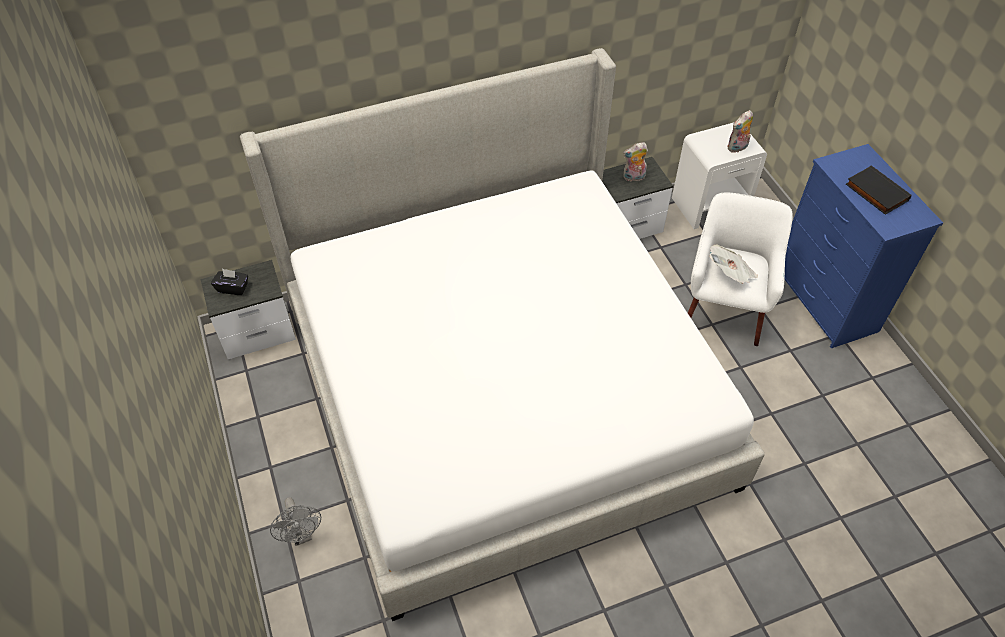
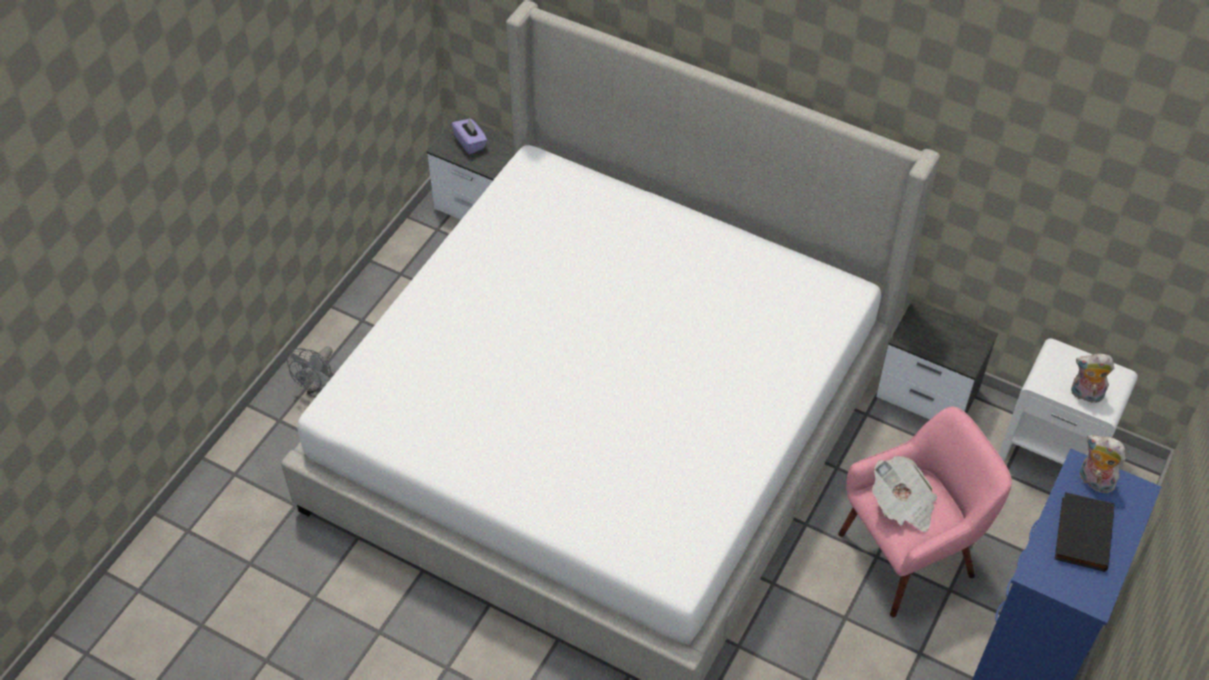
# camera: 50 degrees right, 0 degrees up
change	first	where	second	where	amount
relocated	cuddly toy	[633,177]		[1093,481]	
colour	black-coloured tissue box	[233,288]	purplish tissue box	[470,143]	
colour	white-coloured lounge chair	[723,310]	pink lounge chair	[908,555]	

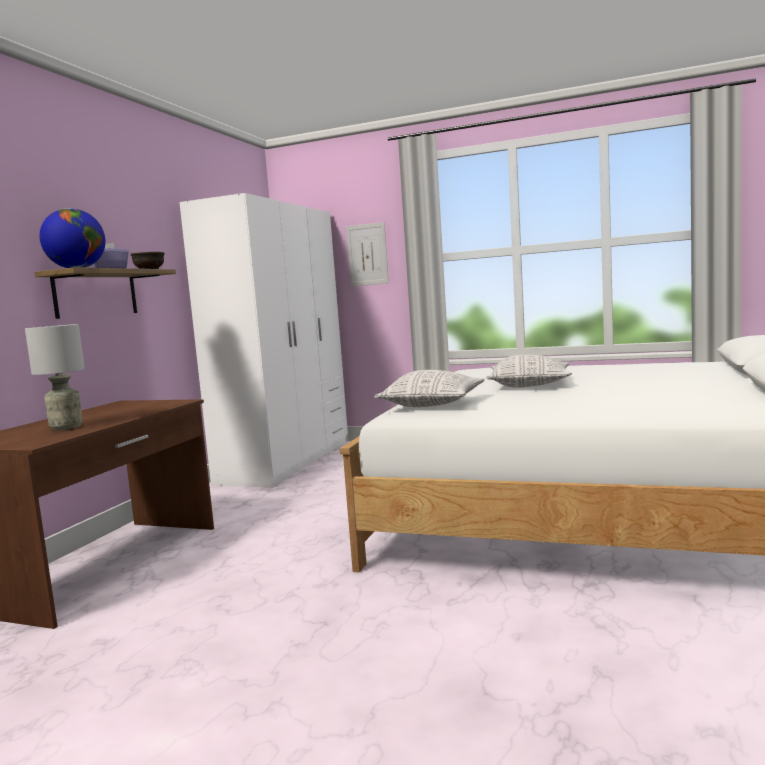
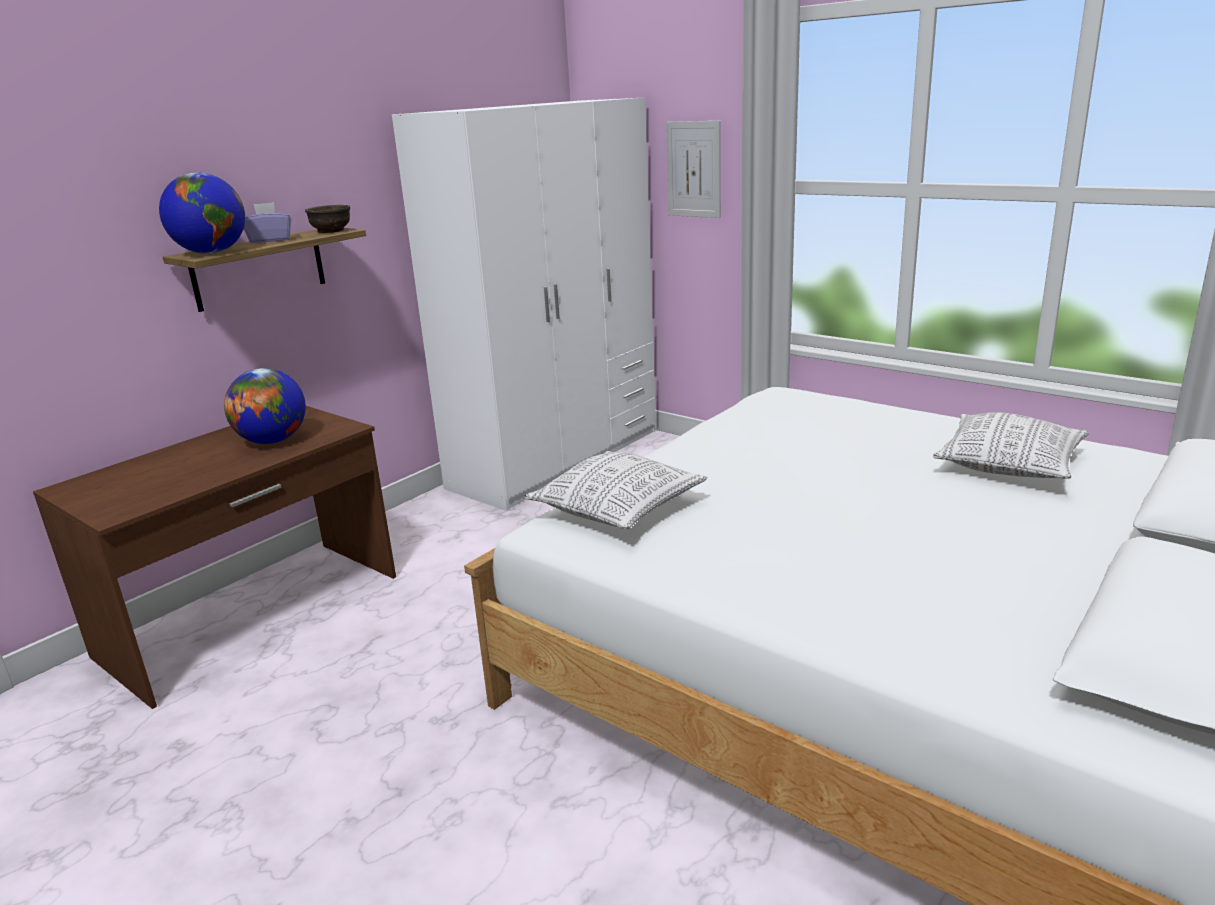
# camera: 20 degrees right, 15 degrees up
change	first	where	second	where	amount
missing	gray lamp for a table	[66,428]			
appeared			desk globe	[273,441]	
relocated	throw pillow	[529,385]		[1008,465]	

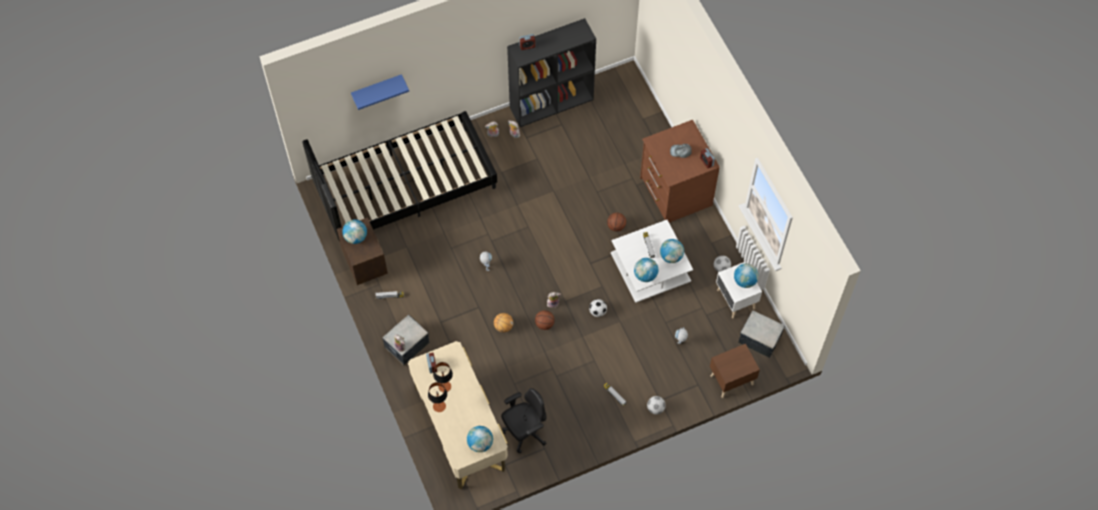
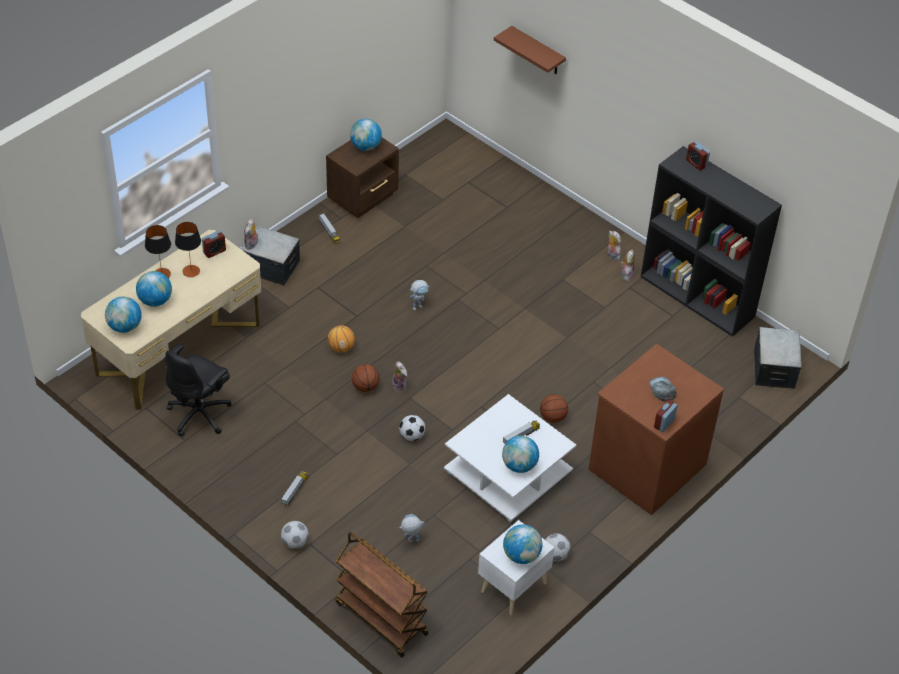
# camera: 65 degrees right, 15 degrees down
change	first	where	second	where	amount
missing	black-coloured bedroom bed	[405,186]			
relocated	desk globe	[645,275]		[155,301]	
relocated	storage container	[759,339]		[774,369]	
exchanged	brown-coloured bedside table	[730,380]	brown-coloured wheeled cart	[380,618]	
colour	bluish shelf	[377,88]	brown-coloured shelf	[537,51]	
spun	black-coloured computer chair	[525,432]		[200,414]	90 degrees clockwise

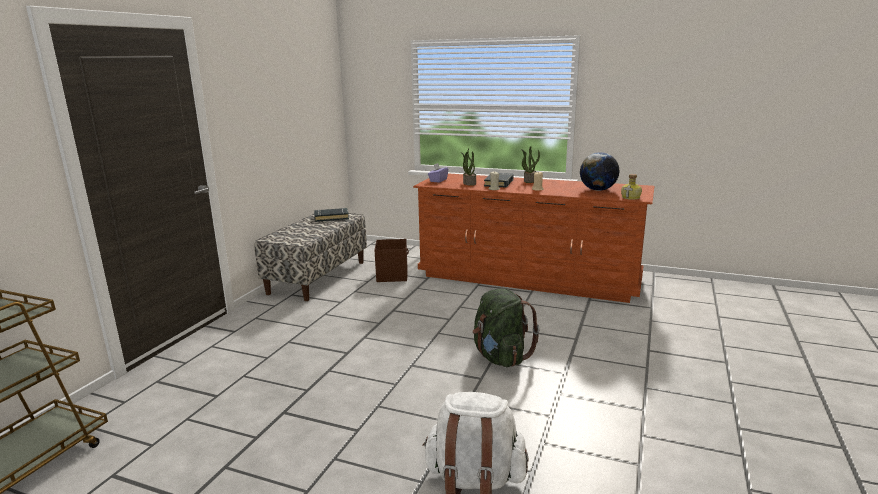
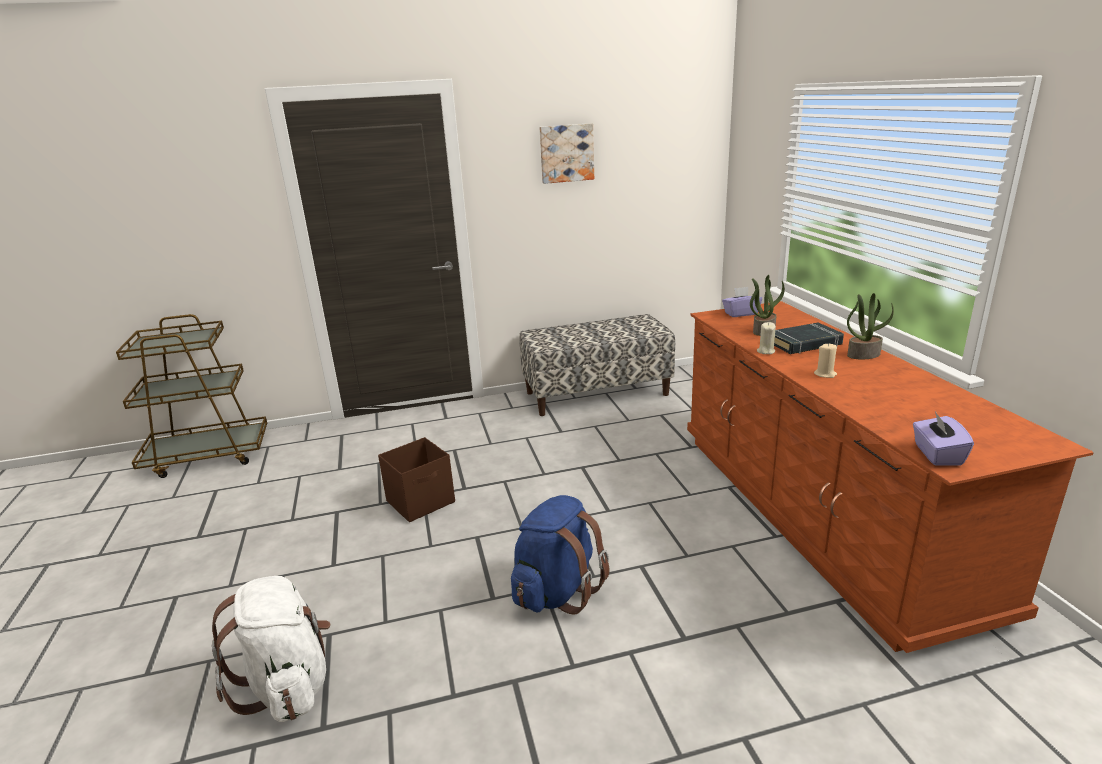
# camera: 55 degrees right, 5 degrees up
change	first	where	second	where	amount
missing	black-coloured book	[331,217]			
missing	desk globe	[598,190]			
appeared			wall art	[566,153]	
relocated	brown-coloured storage container	[392,275]		[421,502]	
exchanged	drink bottle	[631,198]	purplish tissue box	[937,454]	
colour	green-coloured knapsack	[500,357]	bluish knapsack	[557,591]	

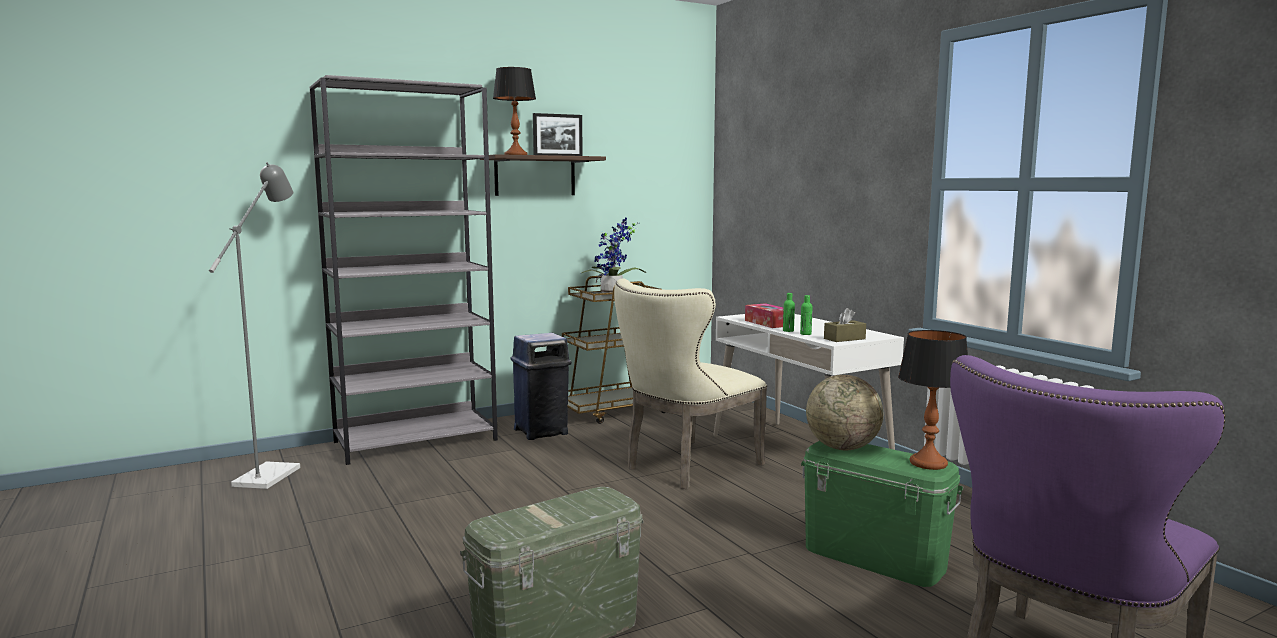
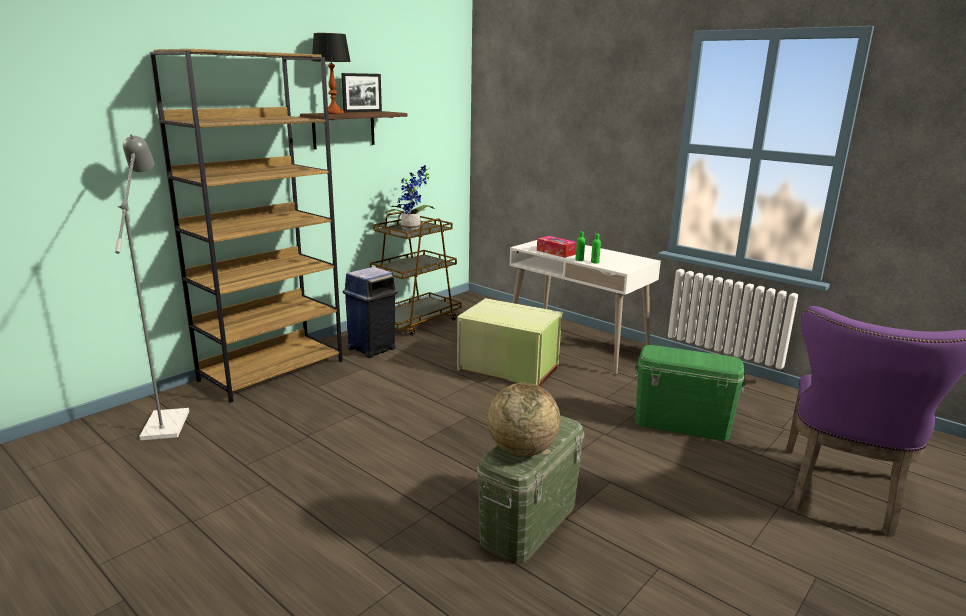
# camera: 20 degrees left, 10 degrees up
change	first	where	second	where	amount
missing	brown-coloured tissue box	[844,339]			
missing	lamp for a table	[929,463]			
relocated	desk globe	[842,447]		[522,450]	
exchanged	sand-coloured chair	[686,467]	green-coloured storage container	[508,368]	
colour	gray bookcase	[416,441]	brown-coloured bookcase	[272,370]	

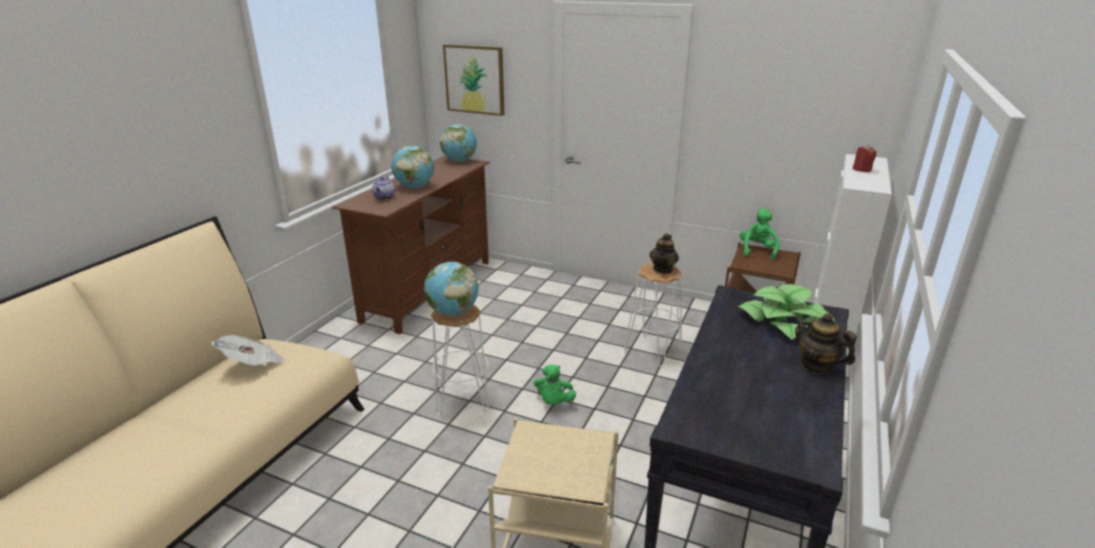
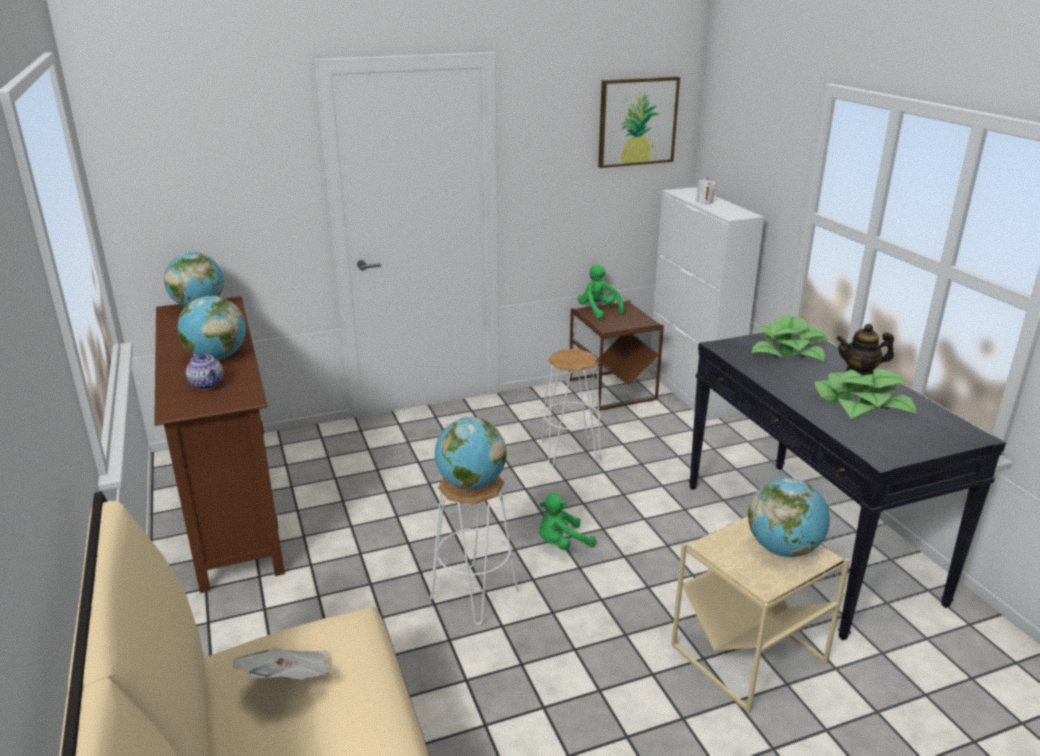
# camera: 45 degrees left, 0 degrees up
change	first	where	second	where	amount
missing	pot for tea	[663,269]			
appeared			desk globe	[783,549]	
appeared			plant in a pot	[861,404]	
relocated	wall art	[474,79]		[637,121]	
colour	red wax candle	[862,169]	white-coloured wax candle	[704,201]	
spun	green-coloured cuddly toy	[554,402]		[562,543]	105 degrees clockwise

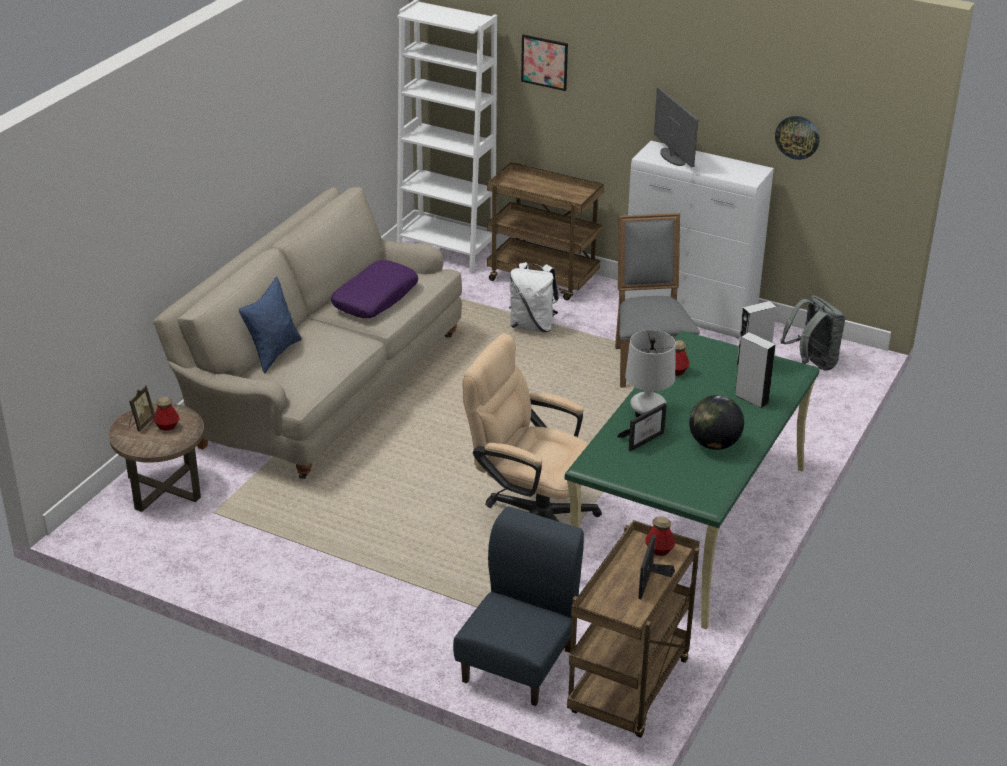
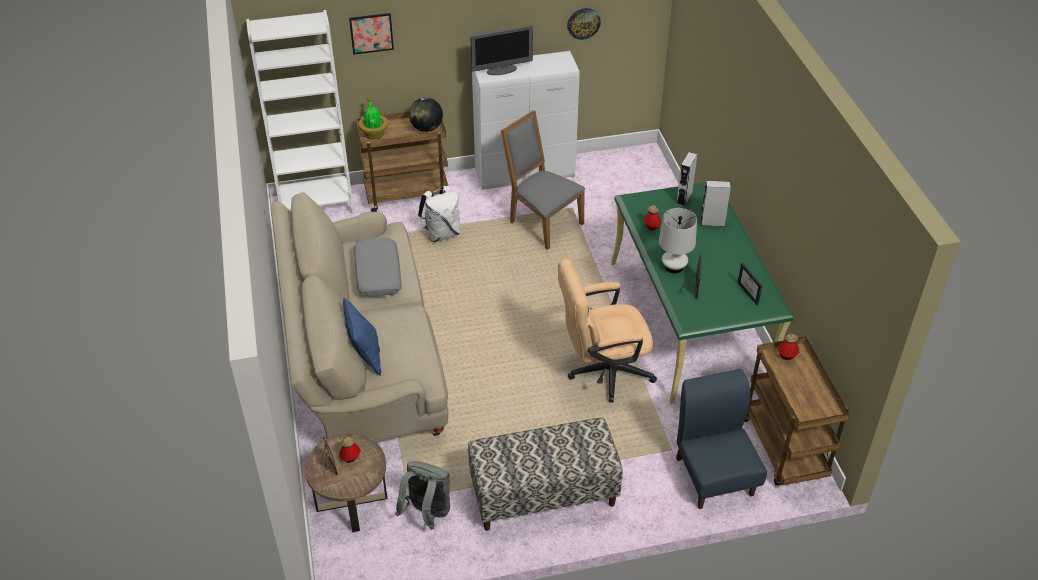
# camera: 40 degrees left, 10 degrees up
change	first	where	second	where	amount
appeared			plant in a pot	[374,133]	
appeared			long seat	[543,495]	
relocated	picture frame	[650,584]		[751,293]	
relocated	desk globe	[714,444]		[426,128]	
relocated	gray knapsack	[812,363]		[427,513]	
colour	purplish throw pillow	[375,298]	gray throw pillow	[377,273]	
spun	computer screen	[672,157]		[502,70]	135 degrees clockwise

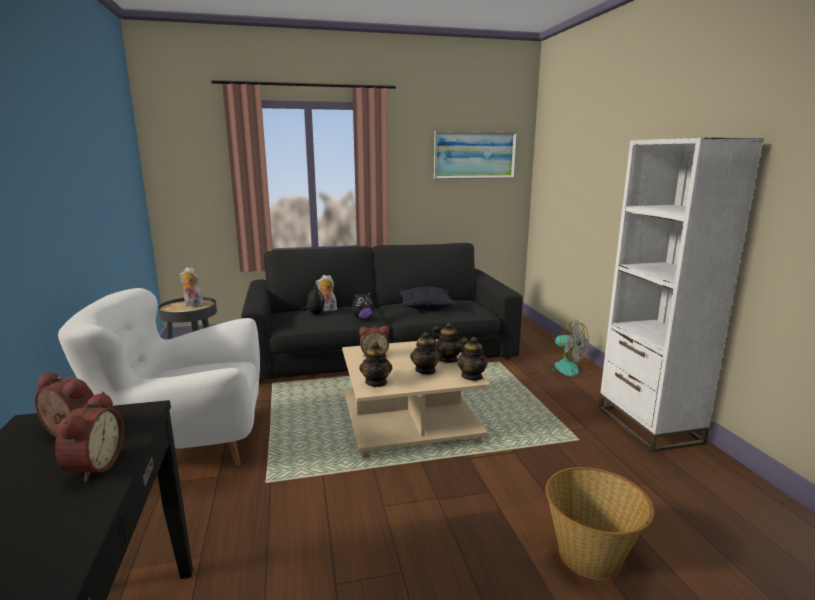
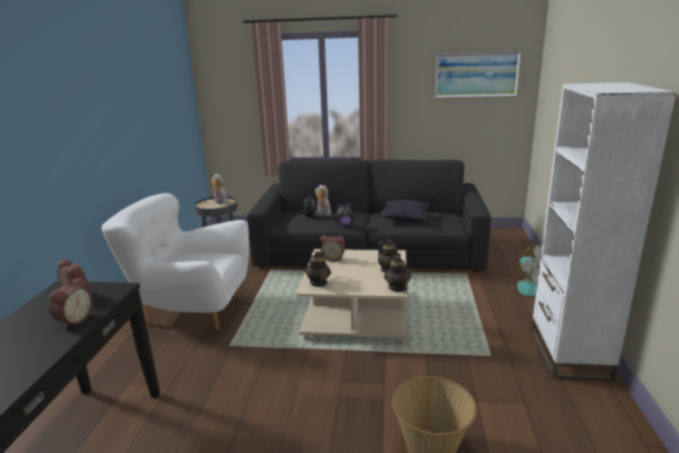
# camera: 20 degrees right, 5 degrees up
change	first	where	second	where	amount
missing	pot for tea	[425,370]			

